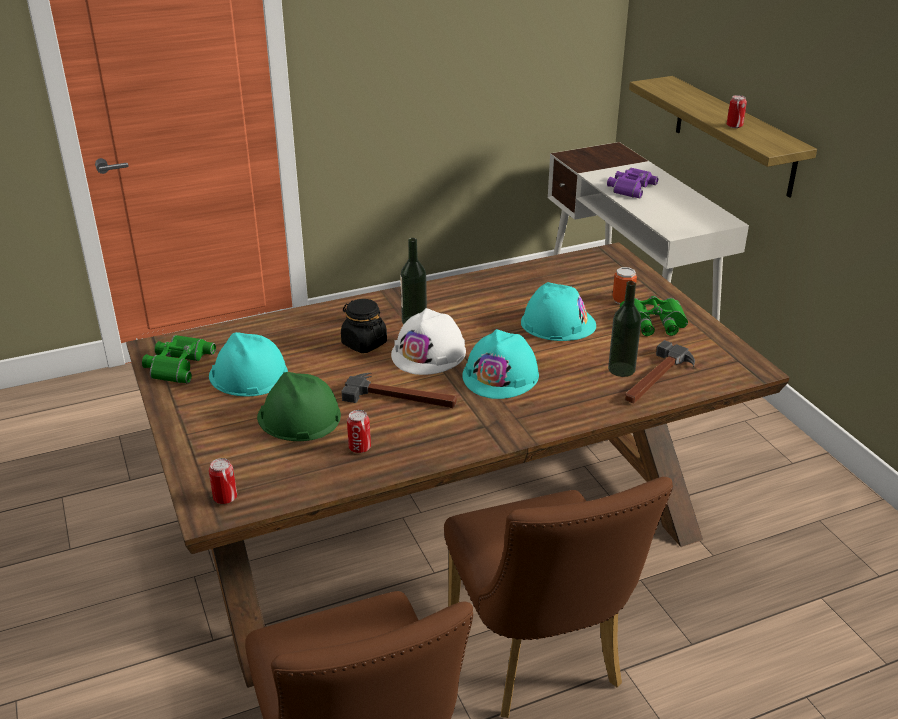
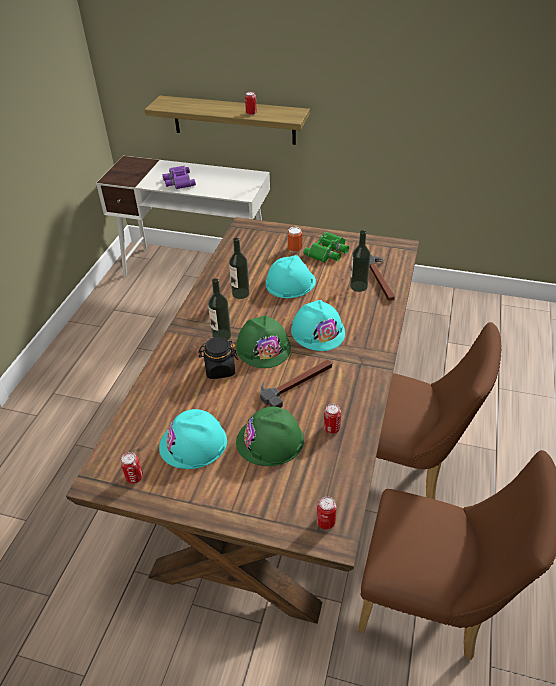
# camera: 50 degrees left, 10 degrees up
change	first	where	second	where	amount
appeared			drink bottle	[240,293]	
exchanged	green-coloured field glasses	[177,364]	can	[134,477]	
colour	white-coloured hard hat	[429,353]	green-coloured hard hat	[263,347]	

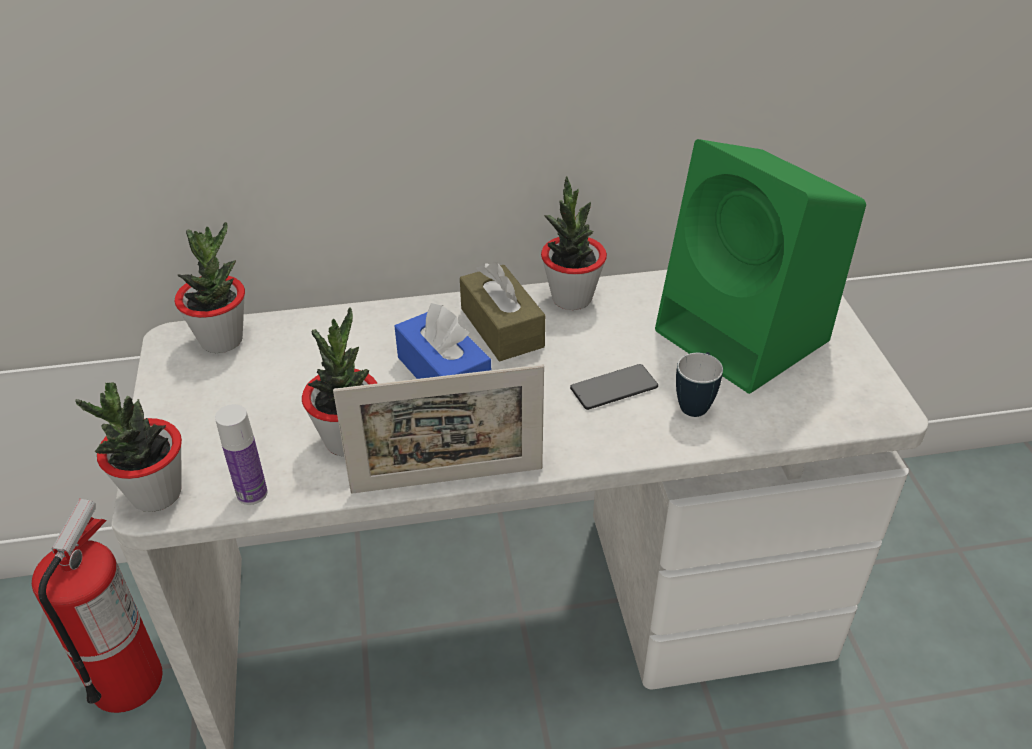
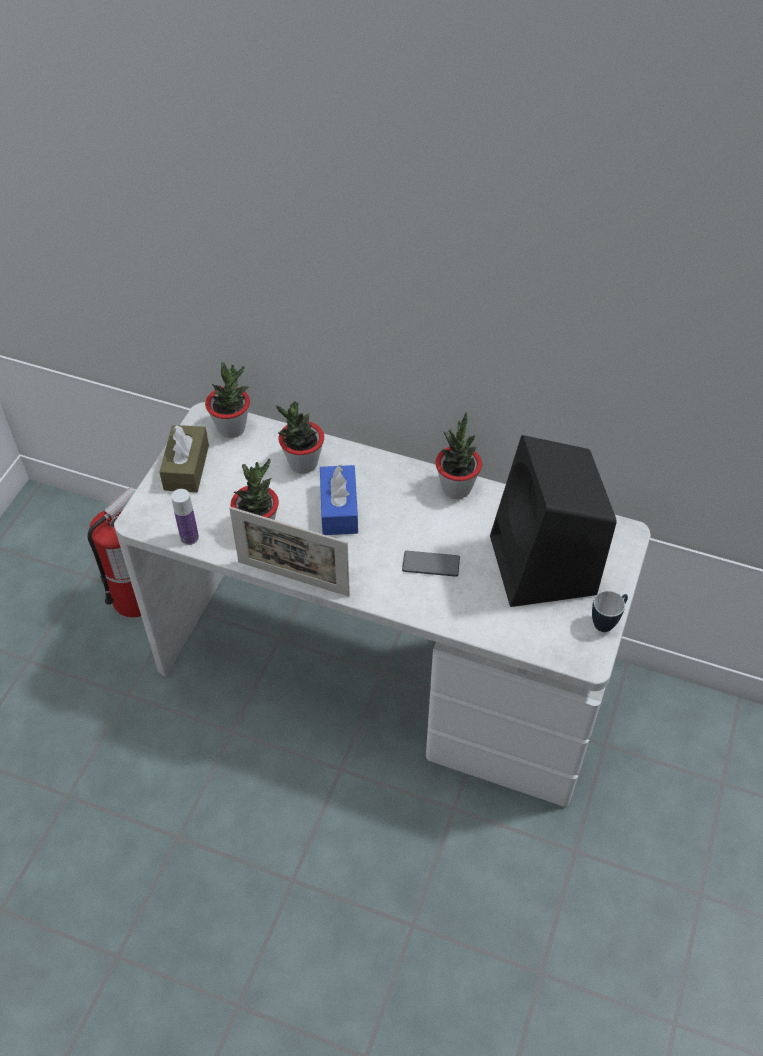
# camera: 30 degrees right, 10 degrees up
change	first	where	second	where	amount
relocated	plant in a pot	[156,494]		[303,463]	
relocated	brown-coloured tissue box	[502,327]		[186,467]	
relocated	mug	[695,403]		[607,622]	
colour	green-coloured loudspeaker	[746,337]	black-coloured loudspeaker	[544,567]	

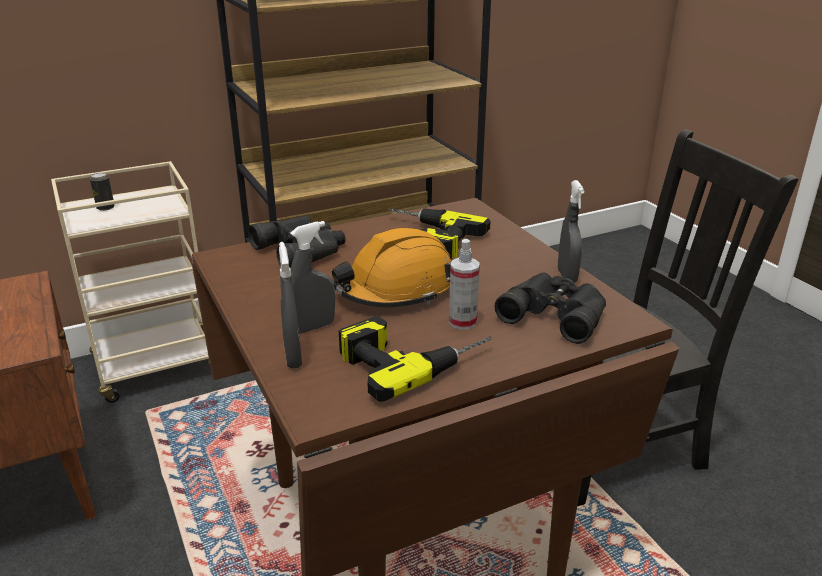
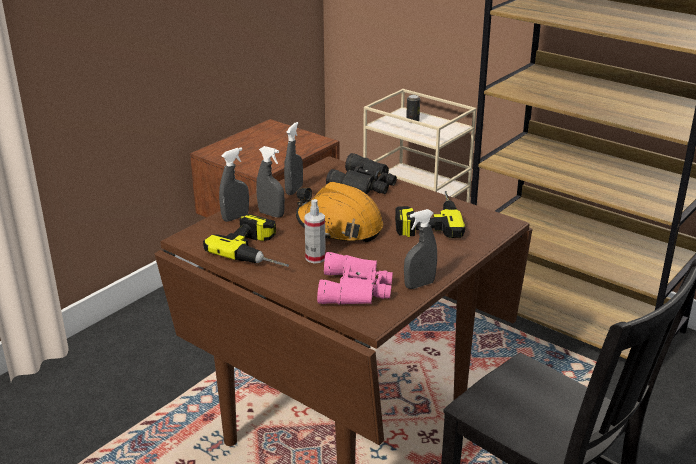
# camera: 65 degrees right, 0 degrees up
change	first	where	second	where	amount
appeared			gray hand sprayer	[294,190]	
colour	black-coloured field glasses	[555,313]	pink field glasses	[356,289]	

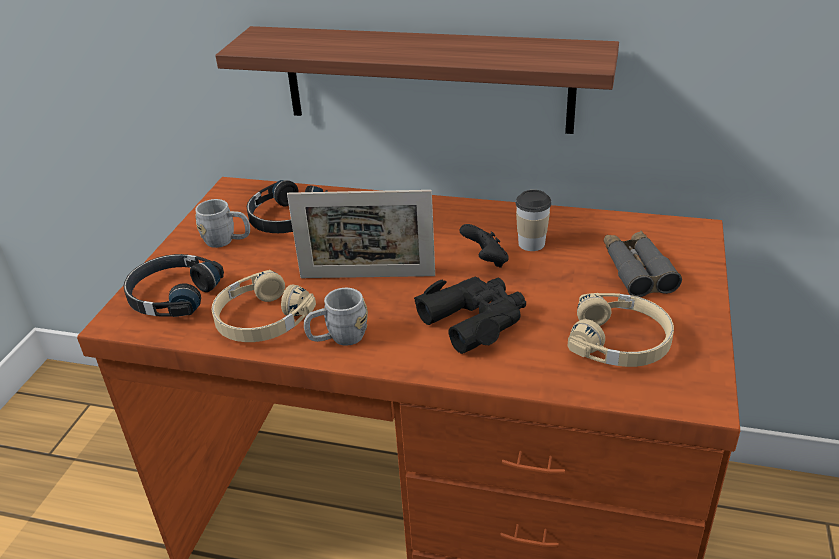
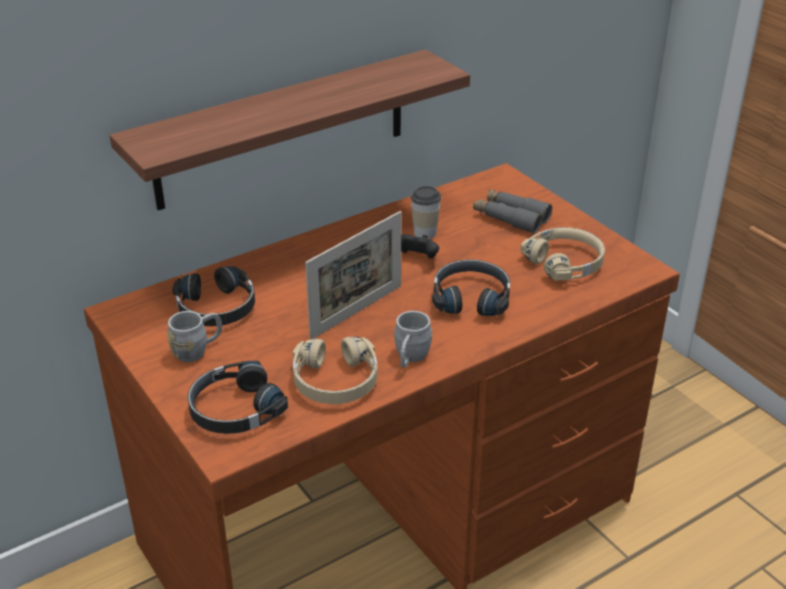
# camera: 50 degrees left, 0 degrees up
change	first	where	second	where	amount
exchanged	black-coloured field glasses	[474,320]	black-coloured headset	[471,297]	

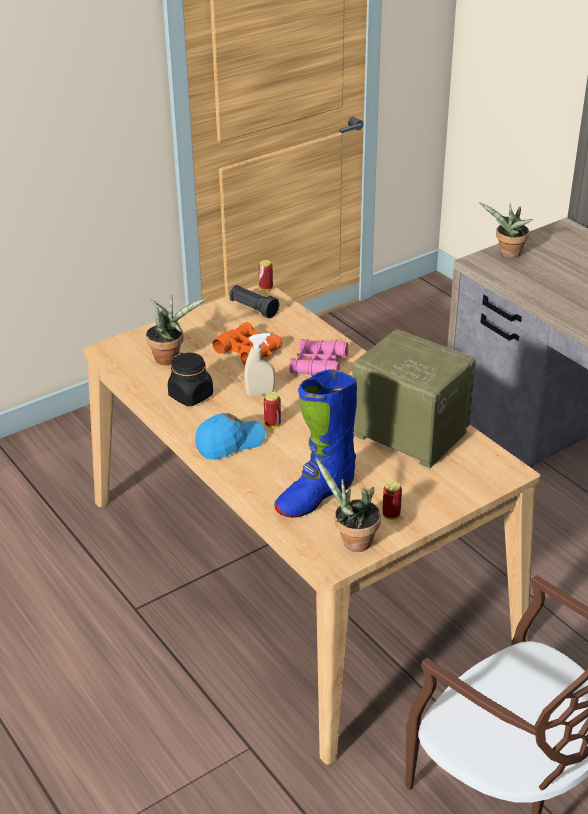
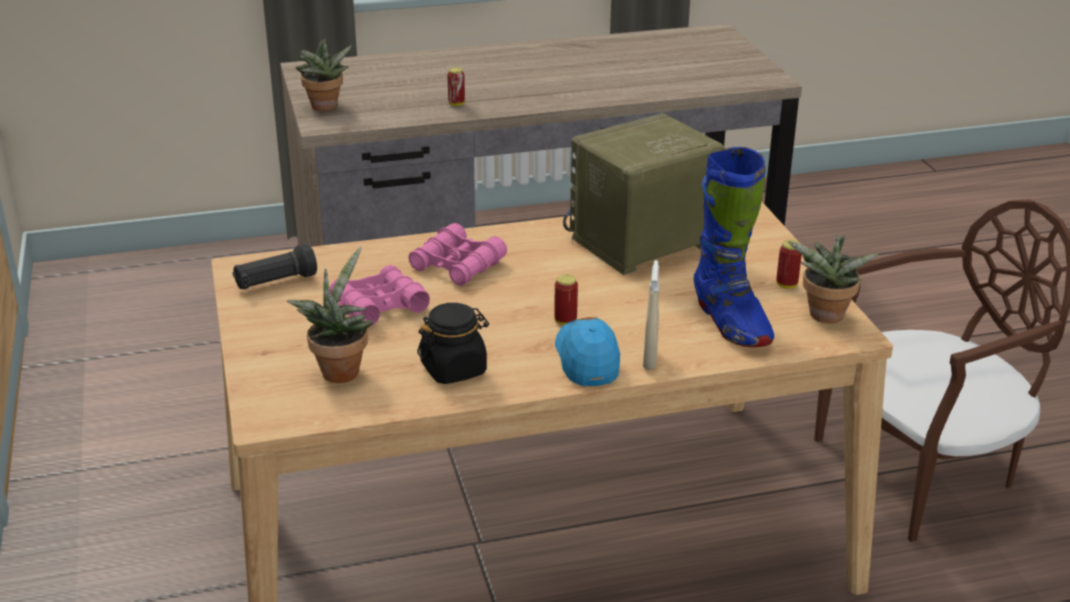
# camera: 70 degrees left, 5 degrees down
change	first	where	second	where	amount
relocated	sand-coloured hand sprayer	[260,393]		[650,360]	
relocated	can	[266,289]		[456,104]	
colour	orange-coloured field glasses	[247,351]	pink field glasses	[379,306]	

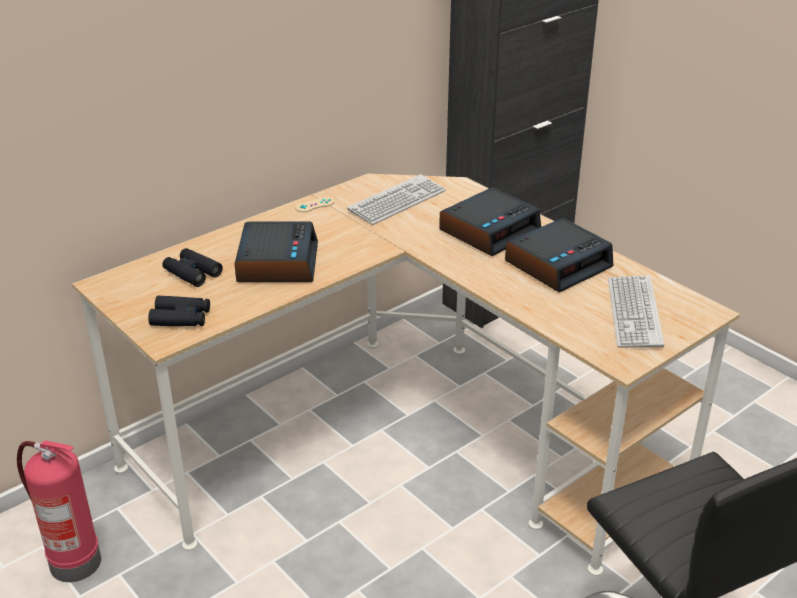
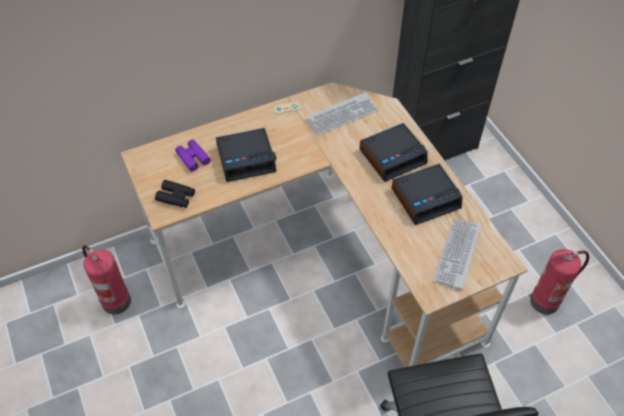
# camera: 15 degrees right, 20 degrees up
change	first	where	second	where	amount
appeared			fire-fighting cylinder	[545,300]	
colour	black-coloured field glasses	[192,273]	purplish field glasses	[193,158]	
spun	alarm clock	[277,262]		[246,159]	60 degrees clockwise

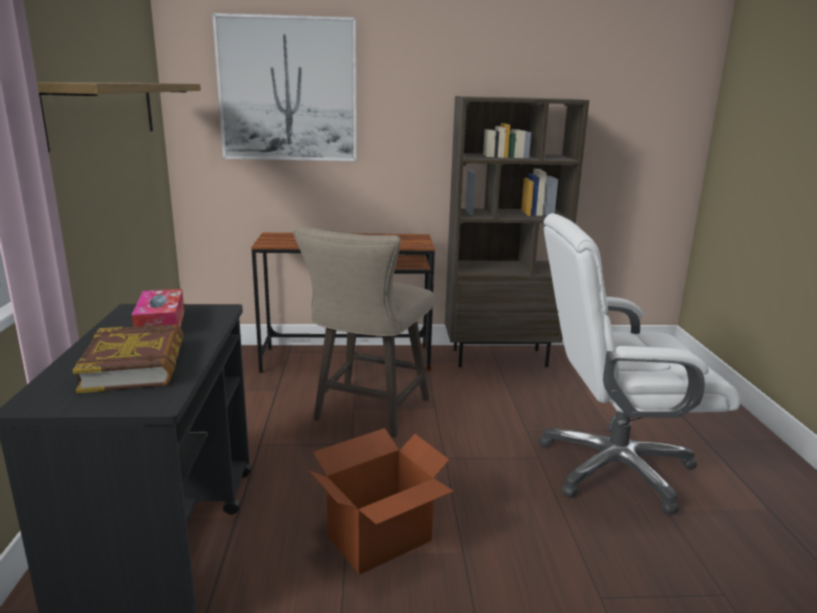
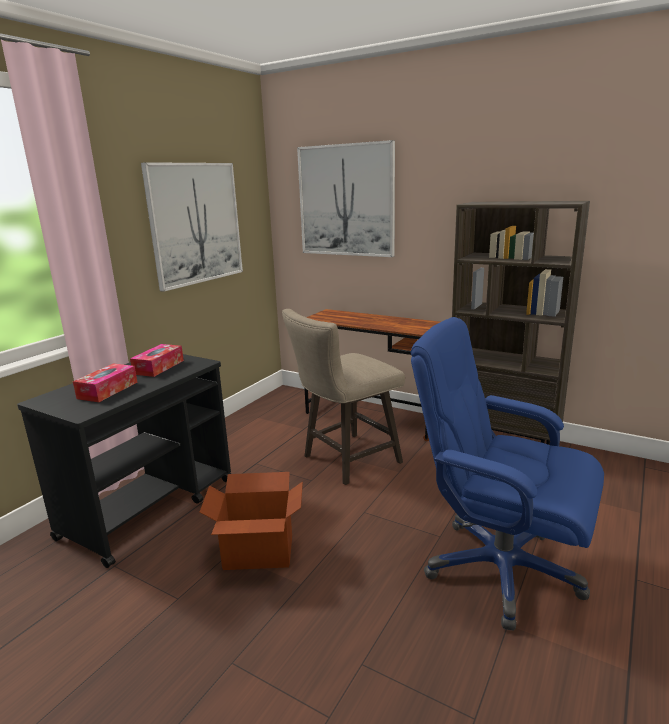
# camera: 35 degrees right, 0 degrees up
change	first	where	second	where	amount
exchanged	shelf	[104,111]	wall art	[195,223]	
exchanged	book	[135,366]	tissue box	[108,390]	
colour	white-coloured computer chair	[613,468]	bluish computer chair	[499,569]	

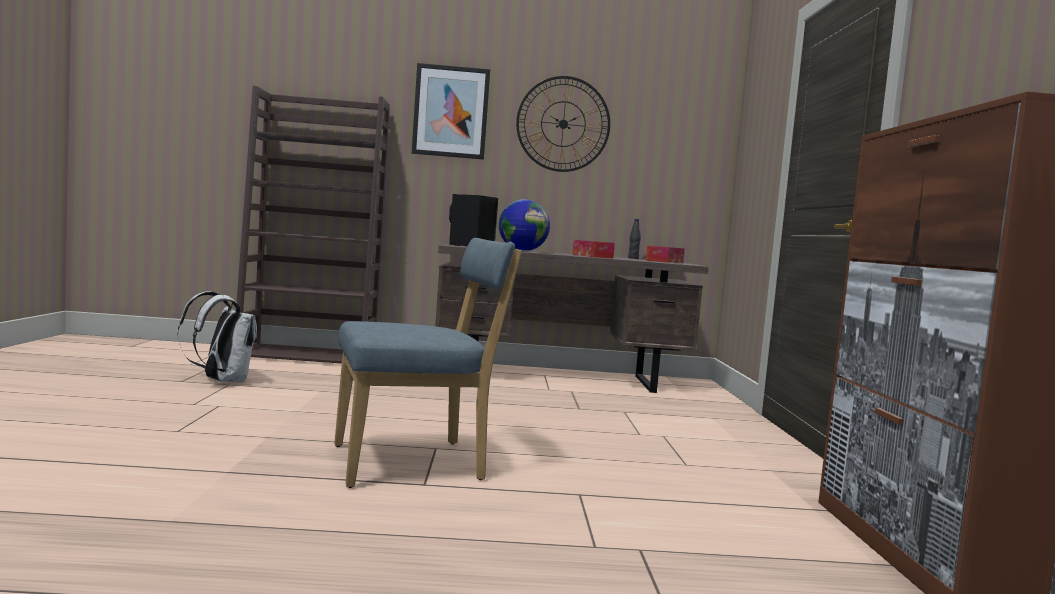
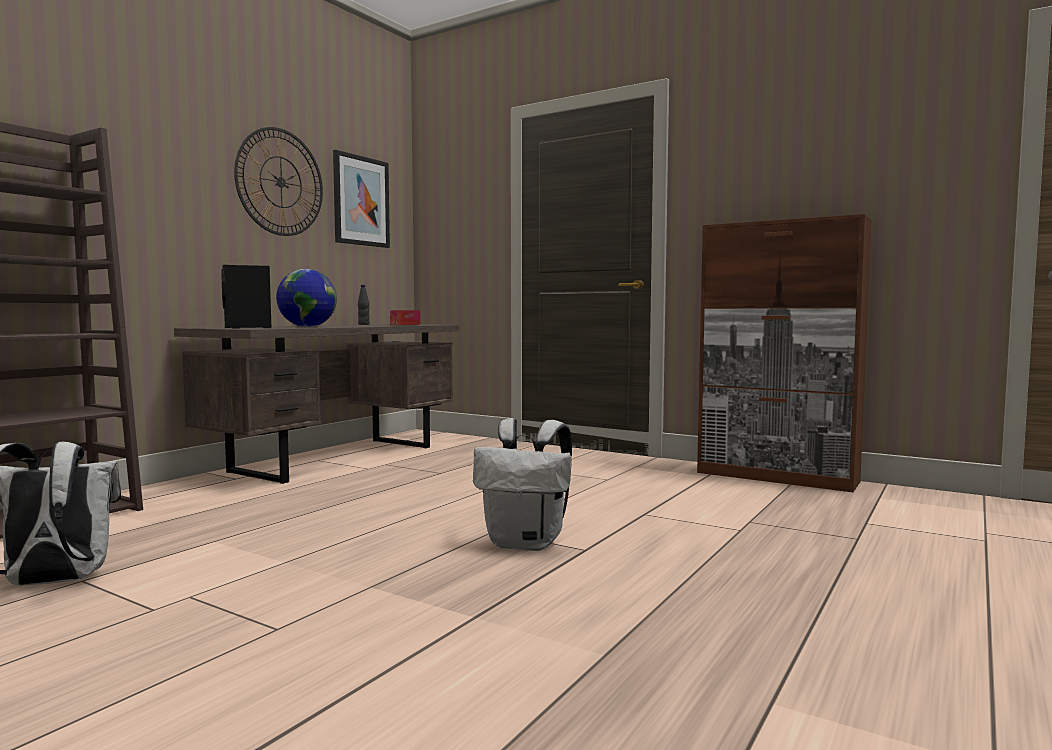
# camera: 55 degrees left, 0 degrees up
change	first	where	second	where	amount
missing	tissue box	[592,256]			
relocated	wall art	[451,112]		[361,201]	
exchanged	bluish chair	[416,462]	white-coloured knapsack	[527,543]	

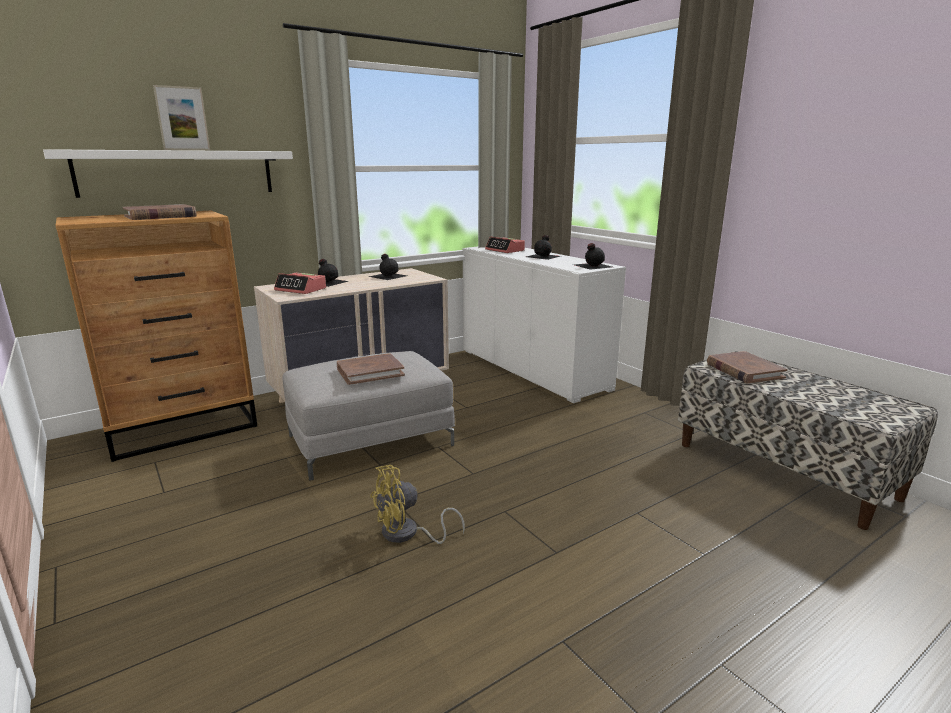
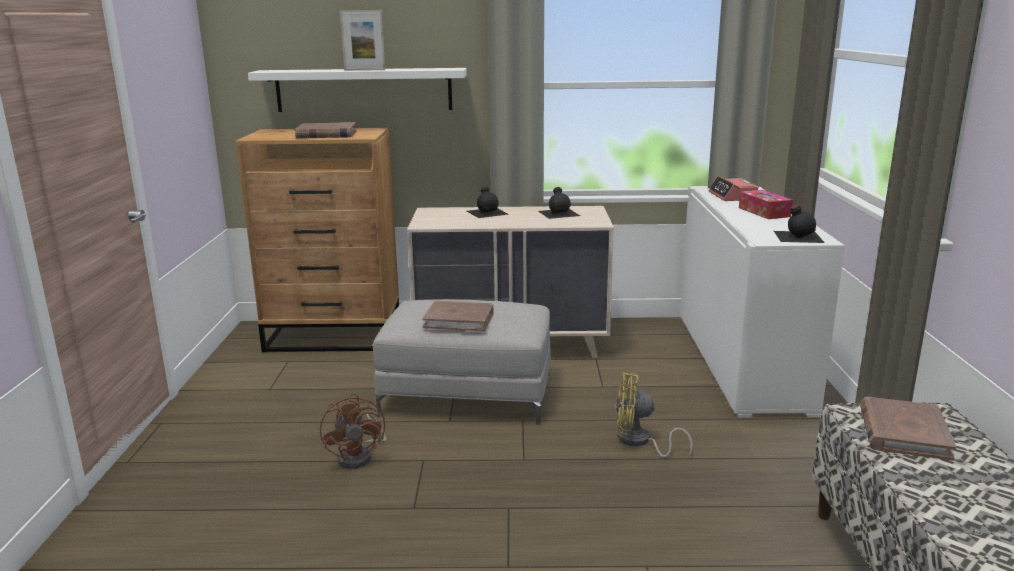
# camera: 35 degrees right, 0 degrees up
change	first	where	second	where	amount
missing	alarm clock	[301,289]			
appeared			brown-coloured fan	[360,456]	
relocated	yellowish fan	[407,534]		[639,442]	
exchanged	black-coloured drink bottle	[543,256]	tissue box	[764,212]	

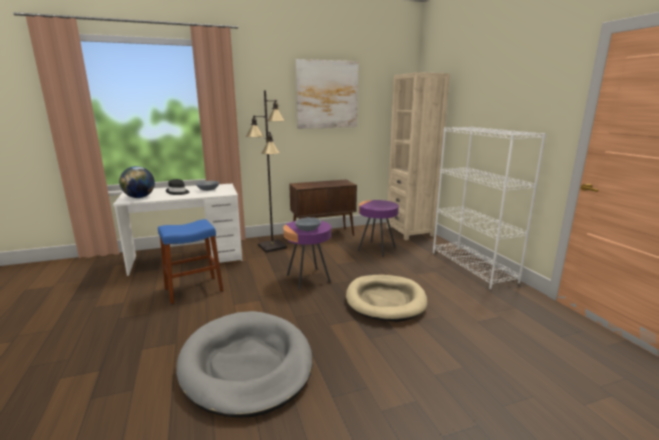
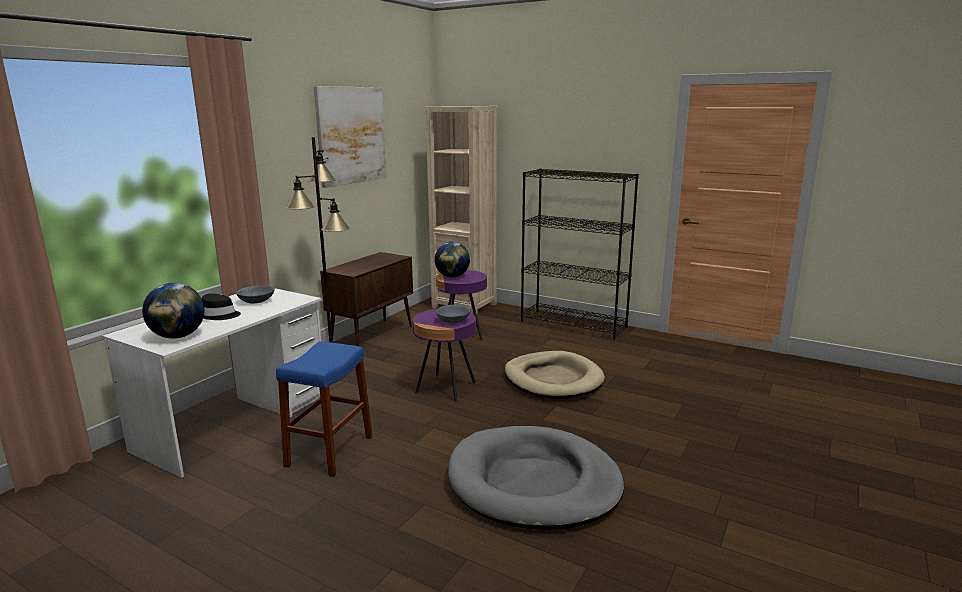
# camera: 40 degrees left, 0 degrees up
change	first	where	second	where	amount
appeared			desk globe	[452,276]	
colour	white-coloured bookcase	[473,266]	black-coloured bookcase	[574,324]	

